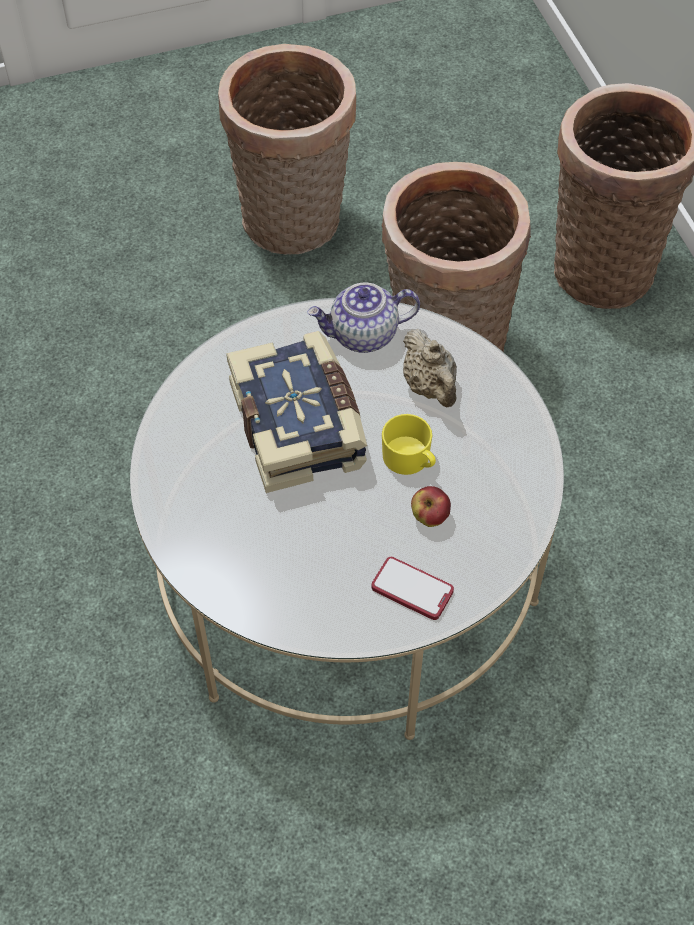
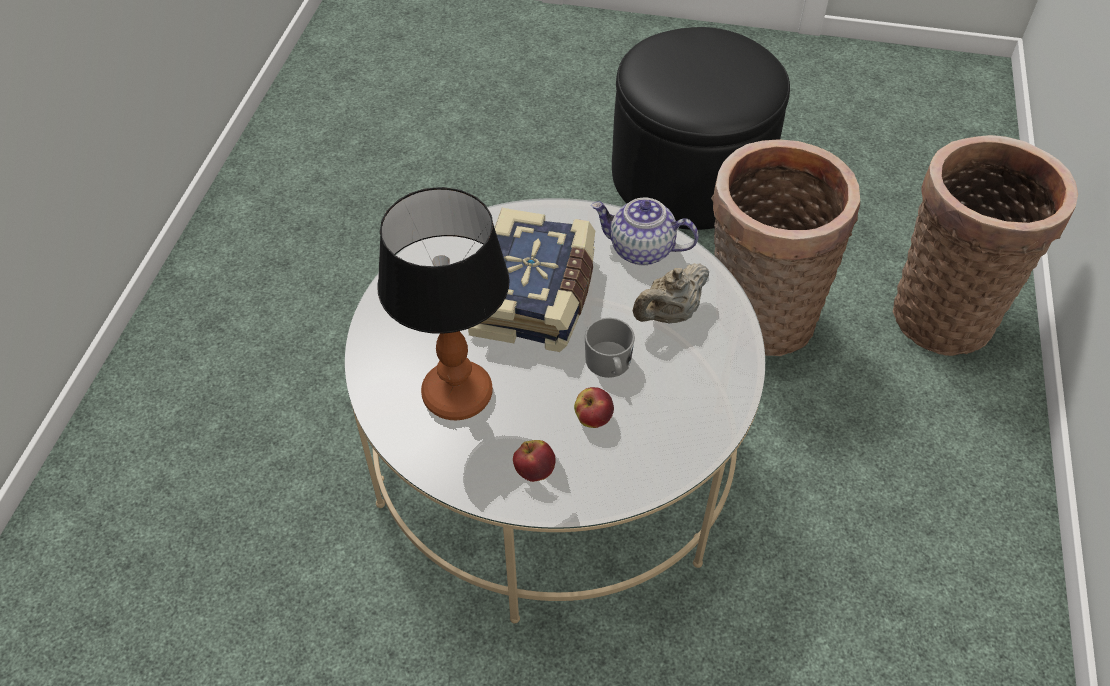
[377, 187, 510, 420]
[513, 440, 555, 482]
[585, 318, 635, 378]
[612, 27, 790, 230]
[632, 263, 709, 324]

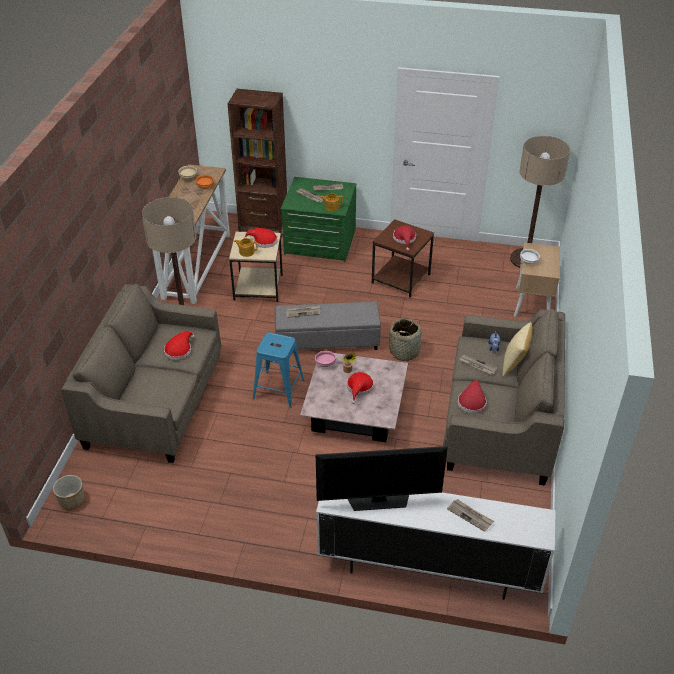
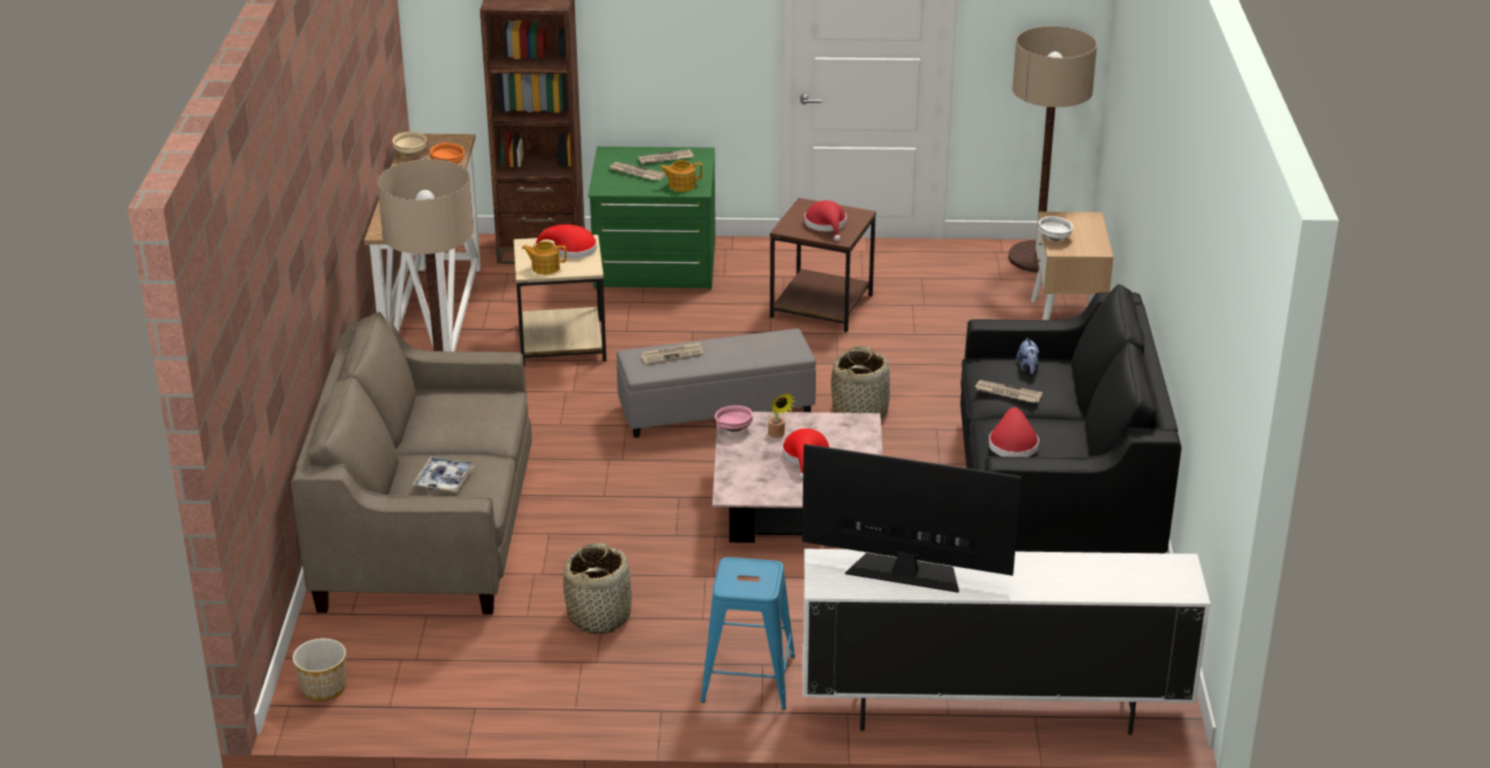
[413, 457, 476, 492]
[563, 543, 632, 634]
[700, 557, 795, 710]
[802, 444, 1021, 593]
[960, 284, 1182, 553]
[164, 331, 195, 360] (first image)
[447, 499, 494, 532] (first image)
[502, 322, 532, 377] (first image)

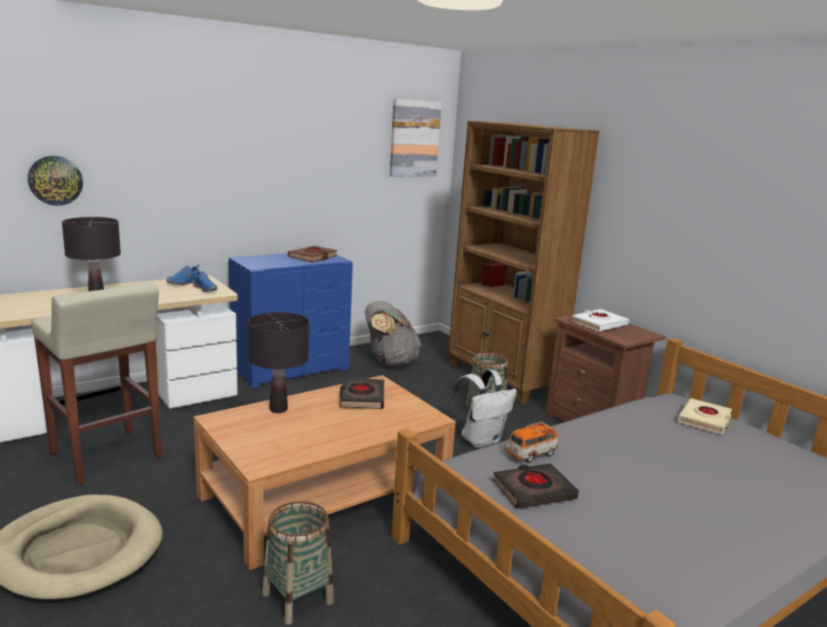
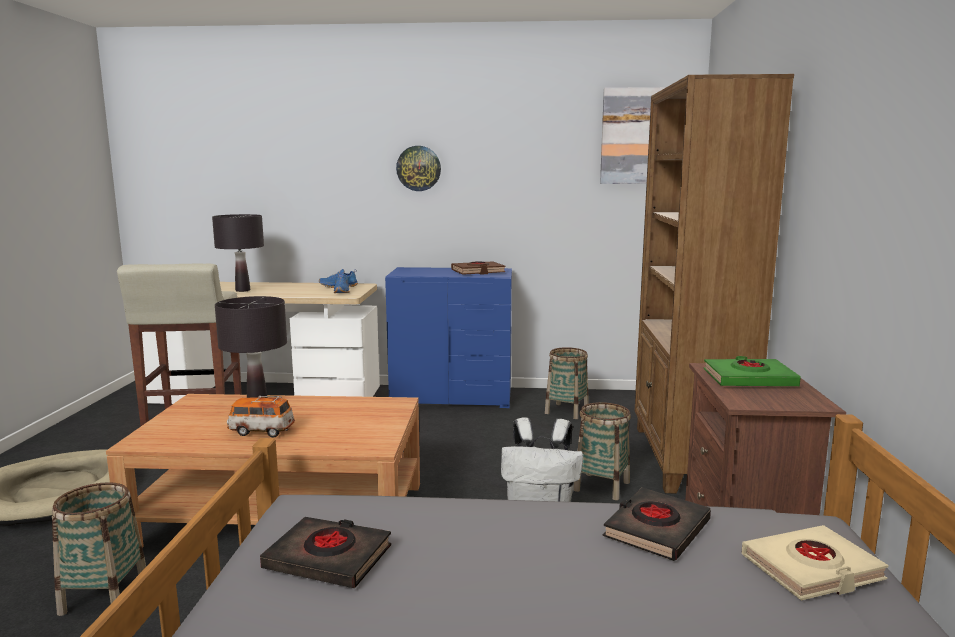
[227, 396, 295, 438]
[396, 146, 441, 191]
[545, 347, 589, 419]
[603, 487, 711, 561]
[704, 356, 801, 386]

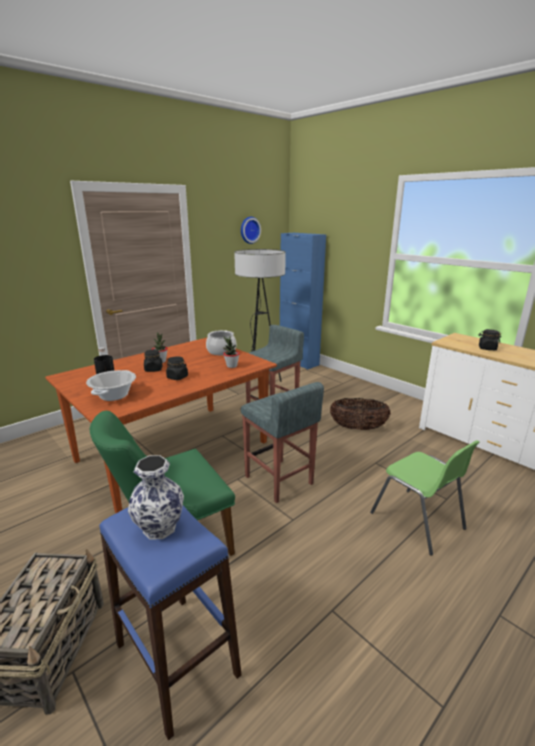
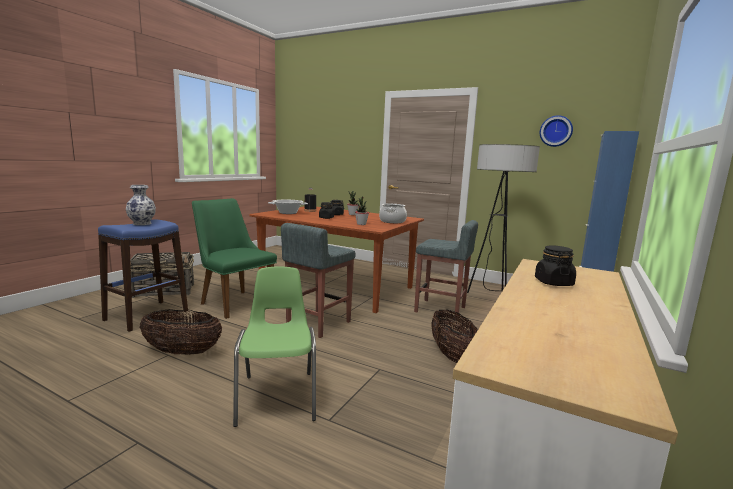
[140, 309, 222, 355]
[233, 267, 316, 427]

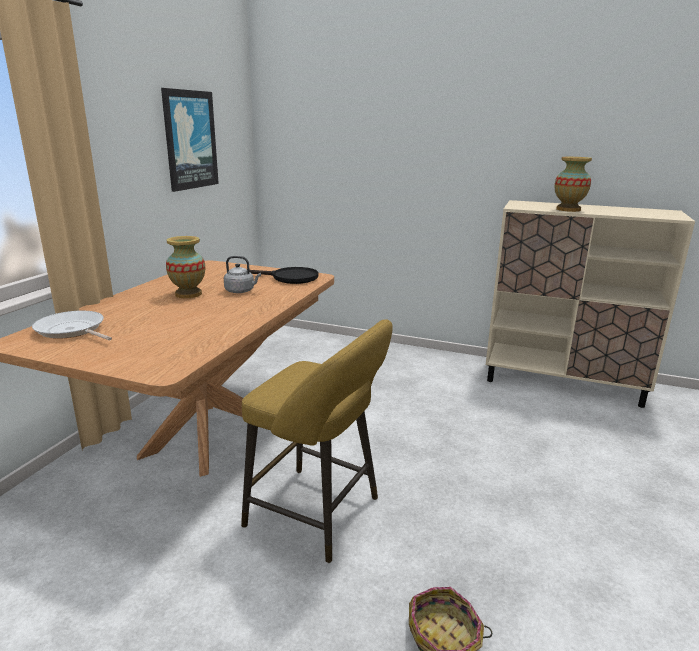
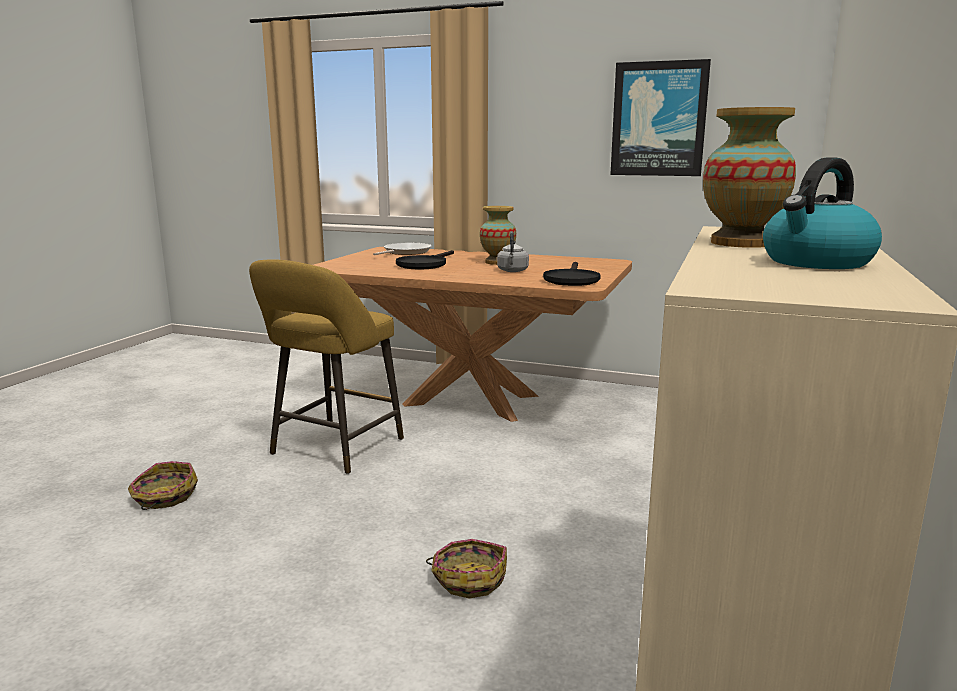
[396, 250, 454, 269]
[426, 539, 507, 598]
[763, 157, 882, 269]

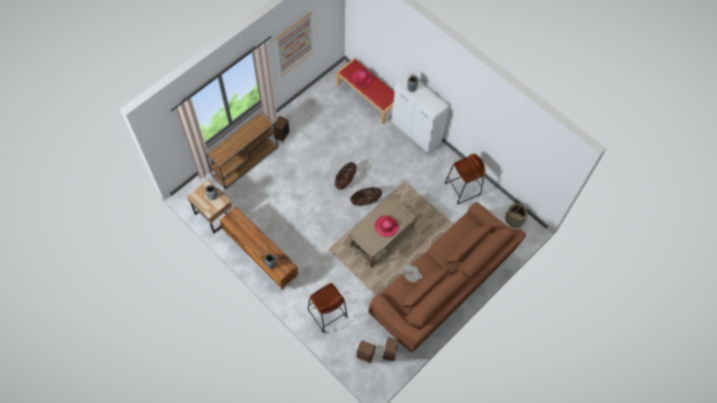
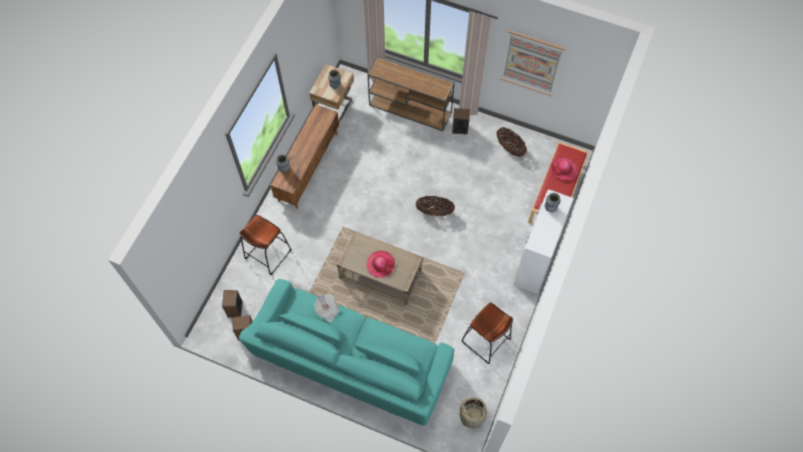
[239, 279, 455, 426]
[496, 127, 527, 157]

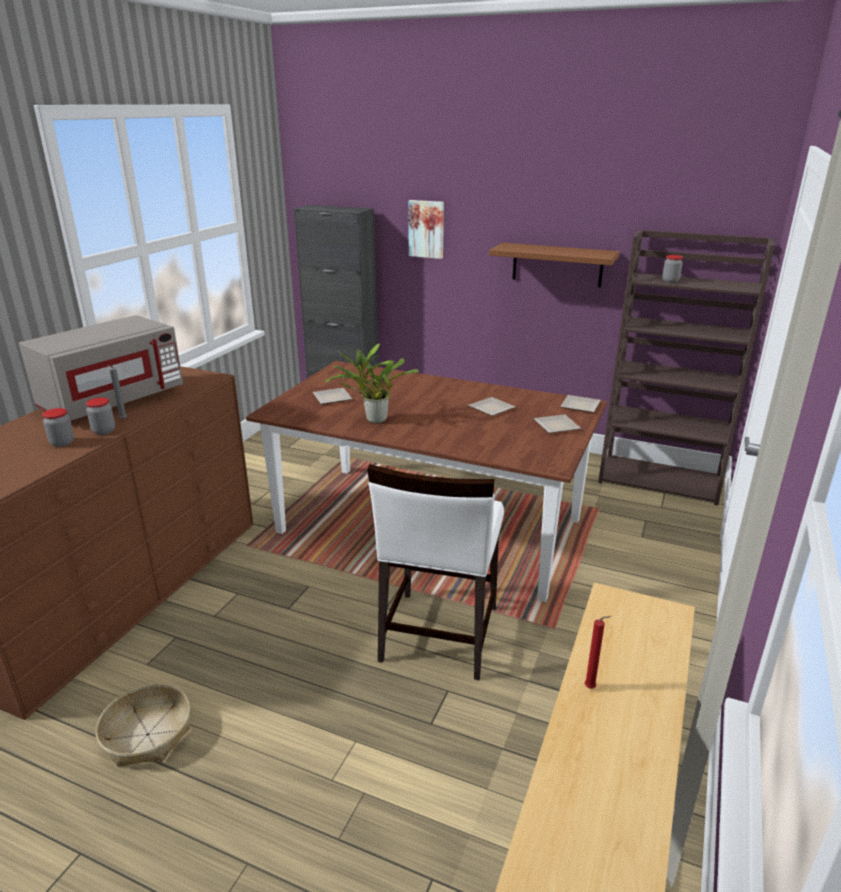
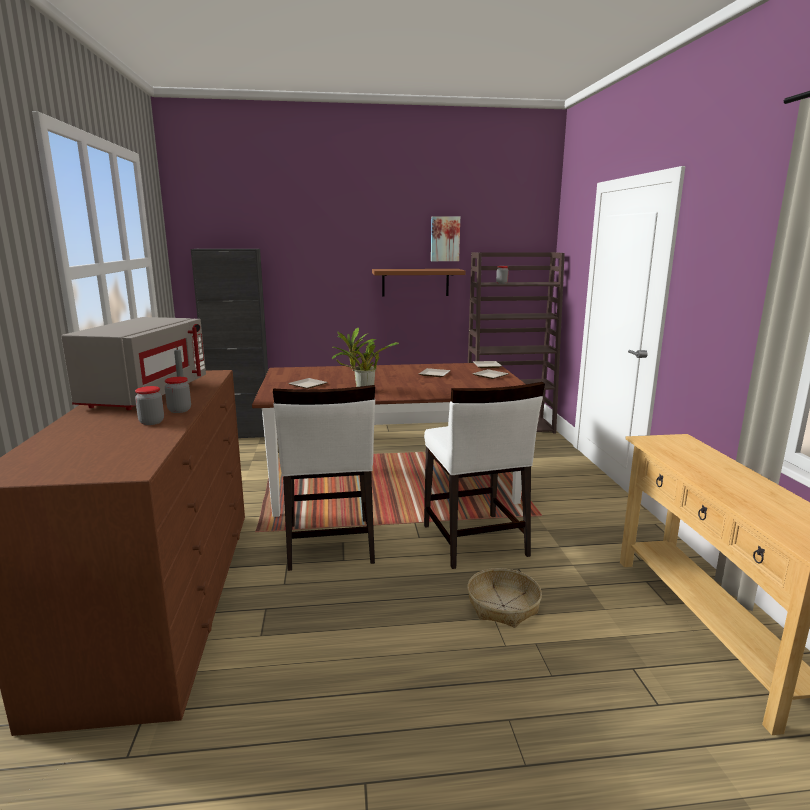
[273, 385, 375, 571]
[431, 216, 460, 261]
[467, 568, 542, 628]
[585, 616, 611, 688] (first image)

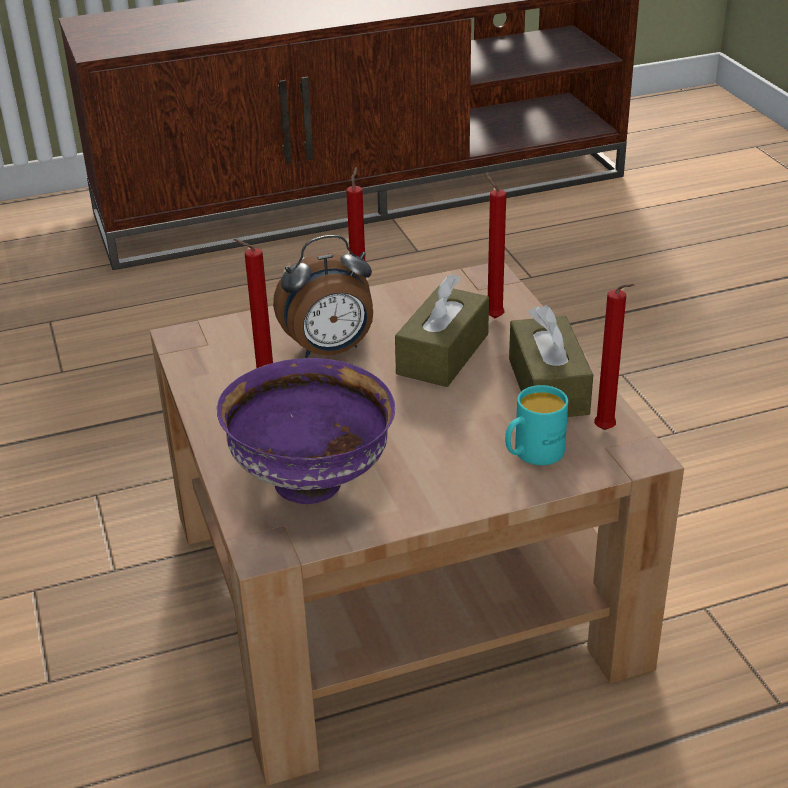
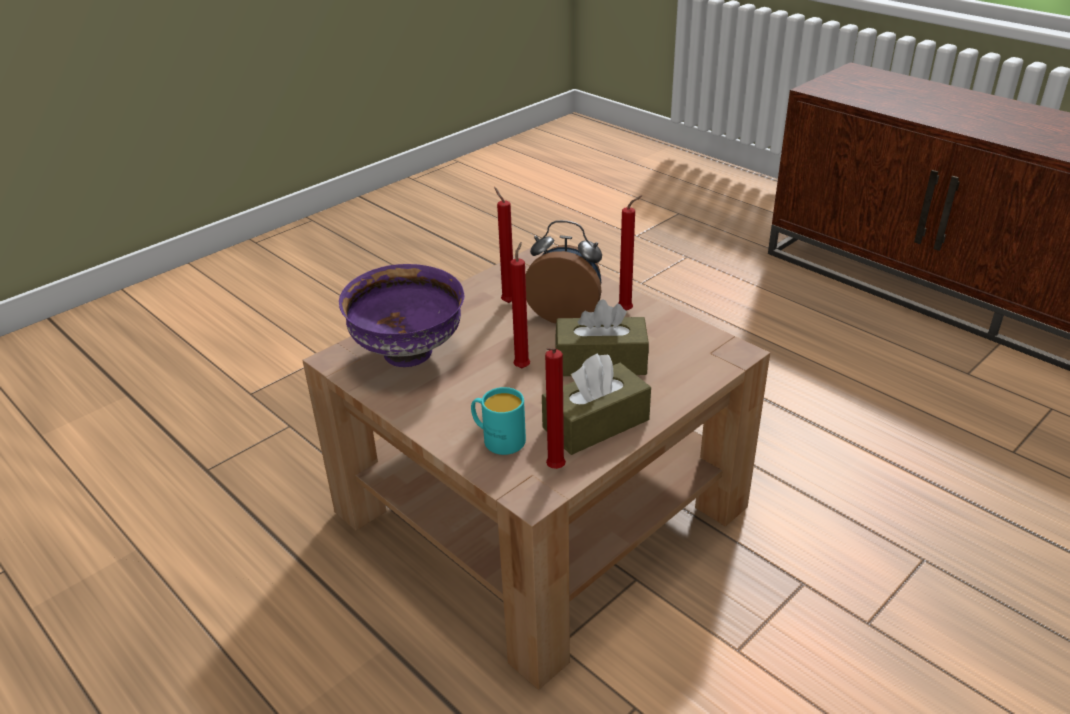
[510, 242, 530, 368]
[525, 220, 602, 323]

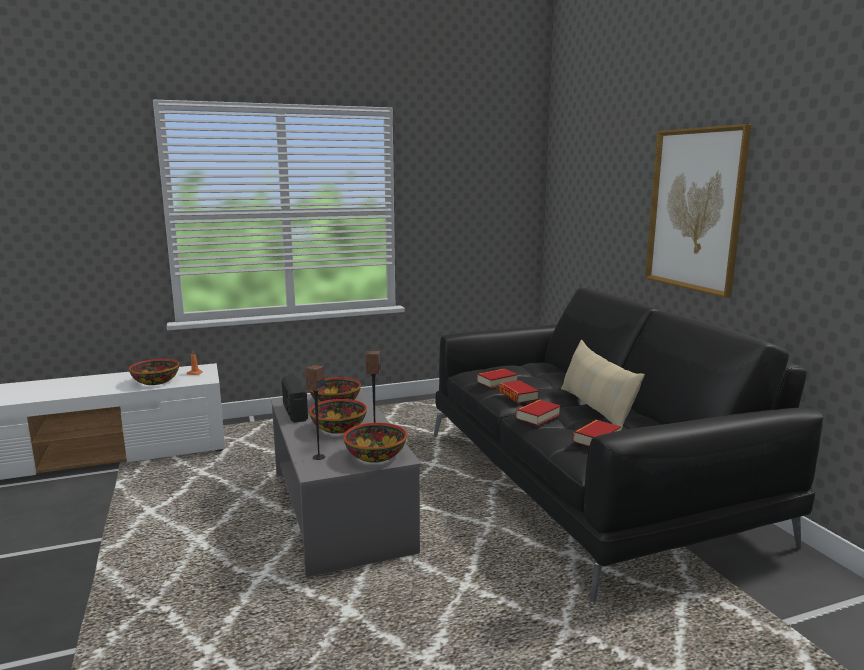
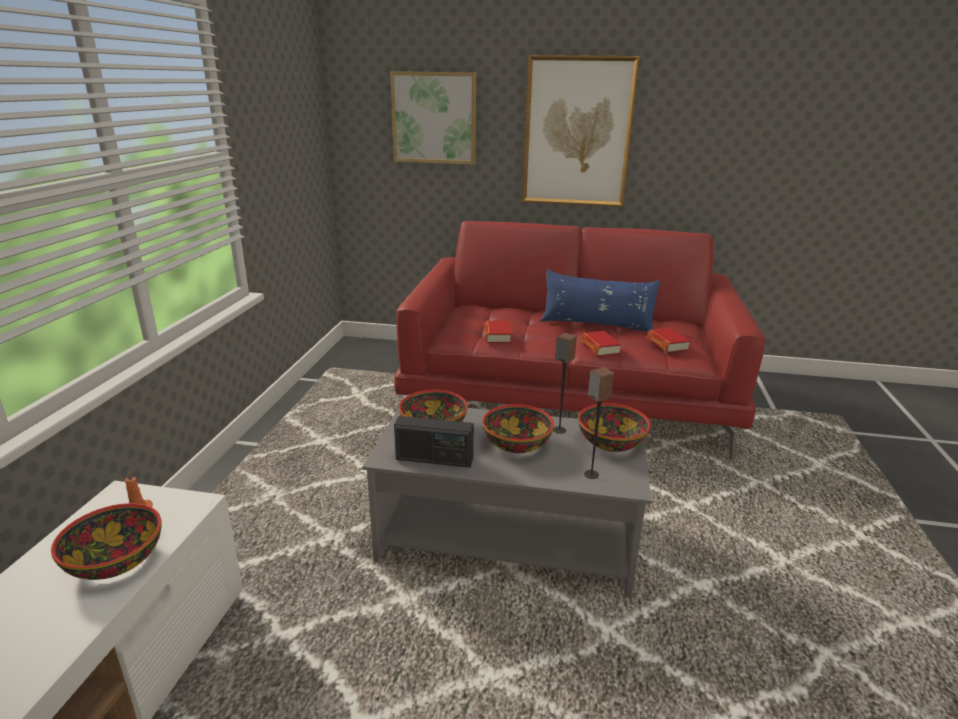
[390, 71, 476, 164]
[394, 221, 766, 461]
[541, 269, 660, 332]
[498, 380, 539, 403] (first image)

